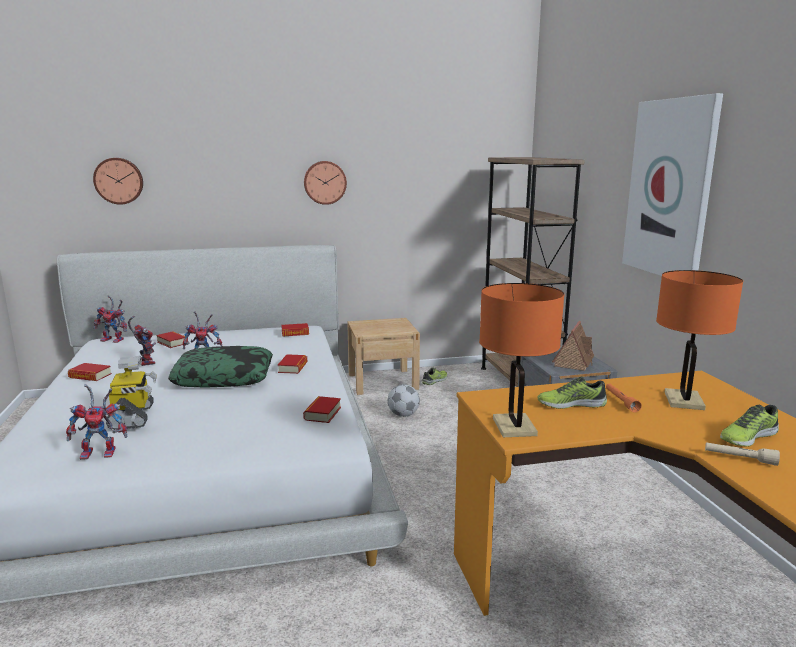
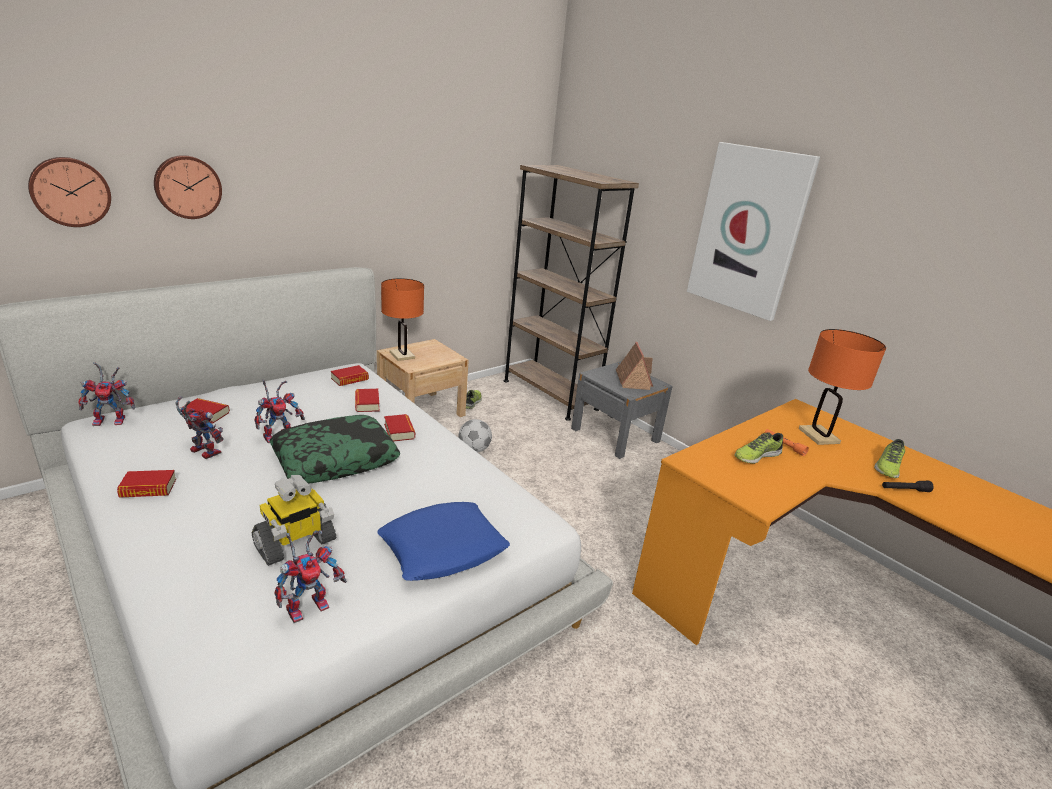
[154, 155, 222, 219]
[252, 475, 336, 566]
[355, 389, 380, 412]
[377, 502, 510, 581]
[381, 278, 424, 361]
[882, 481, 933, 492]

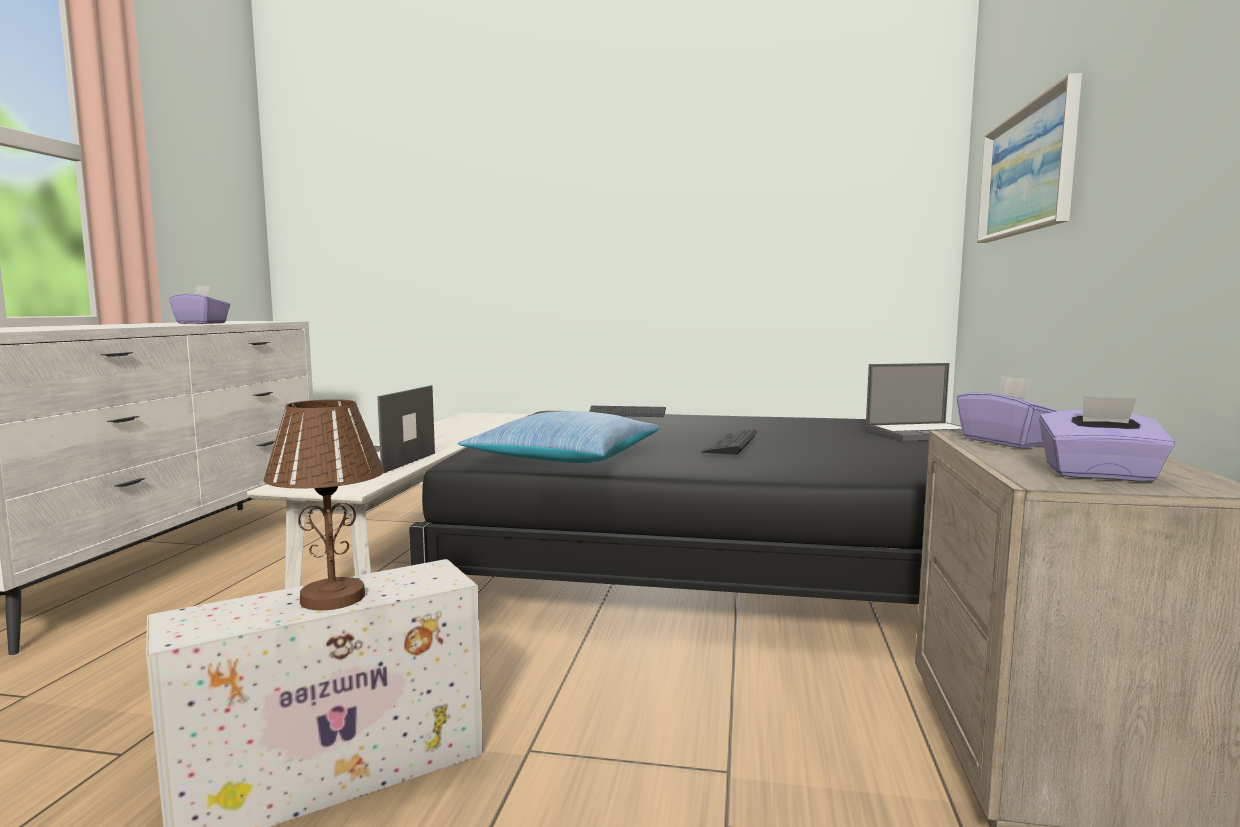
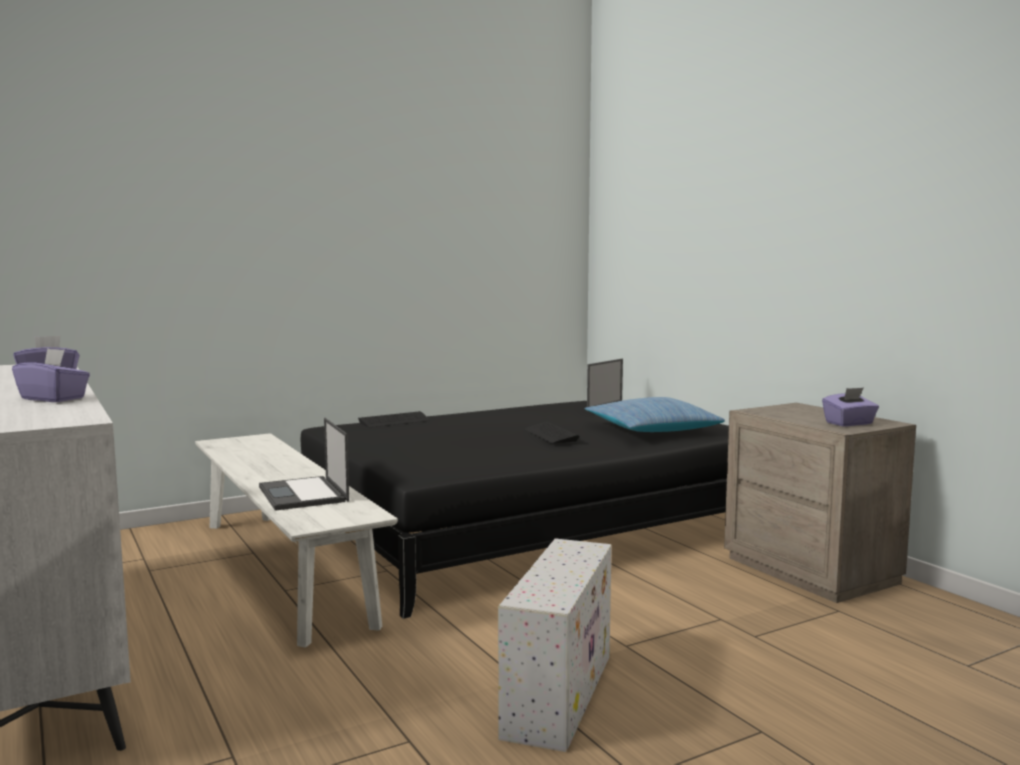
[12, 349, 90, 402]
[585, 397, 725, 432]
[264, 399, 384, 611] (first image)
[977, 73, 1082, 243] (first image)

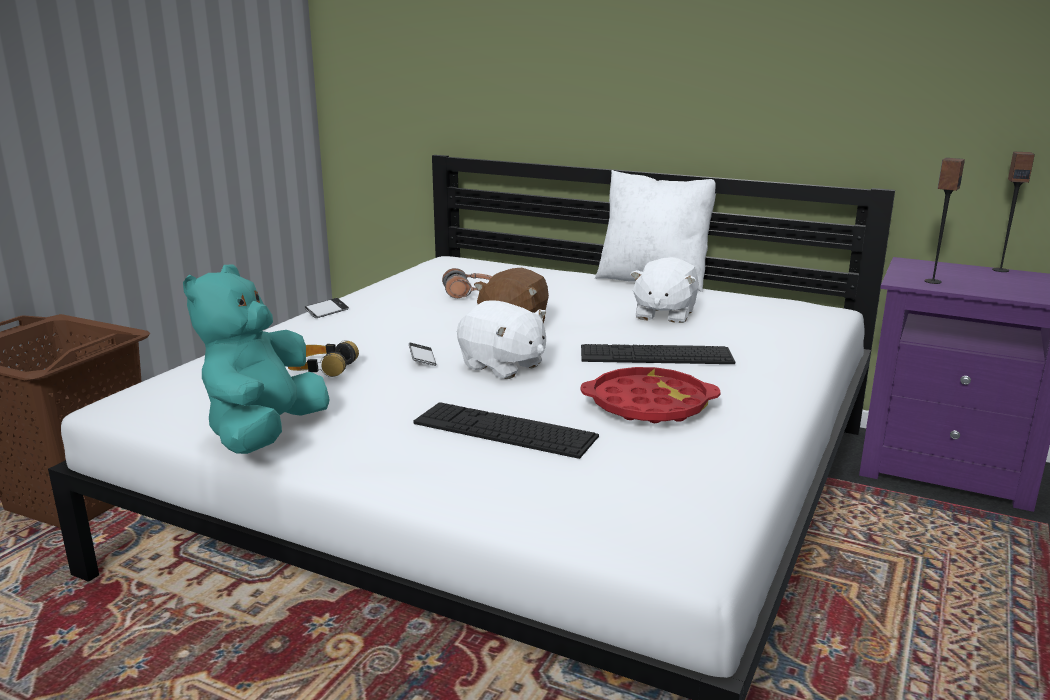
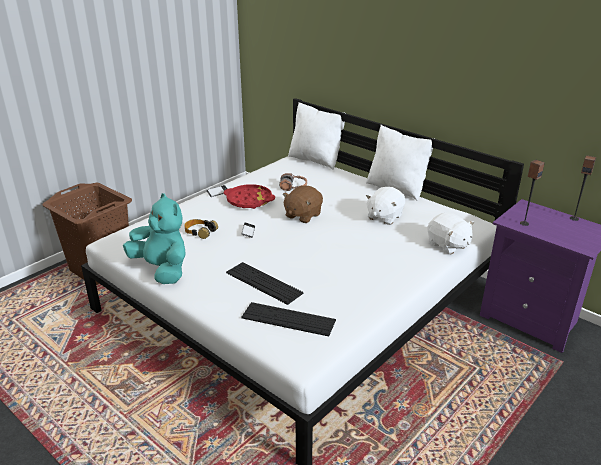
[123, 193, 185, 284]
[224, 184, 275, 209]
[242, 302, 336, 337]
[288, 102, 345, 170]
[427, 213, 474, 254]

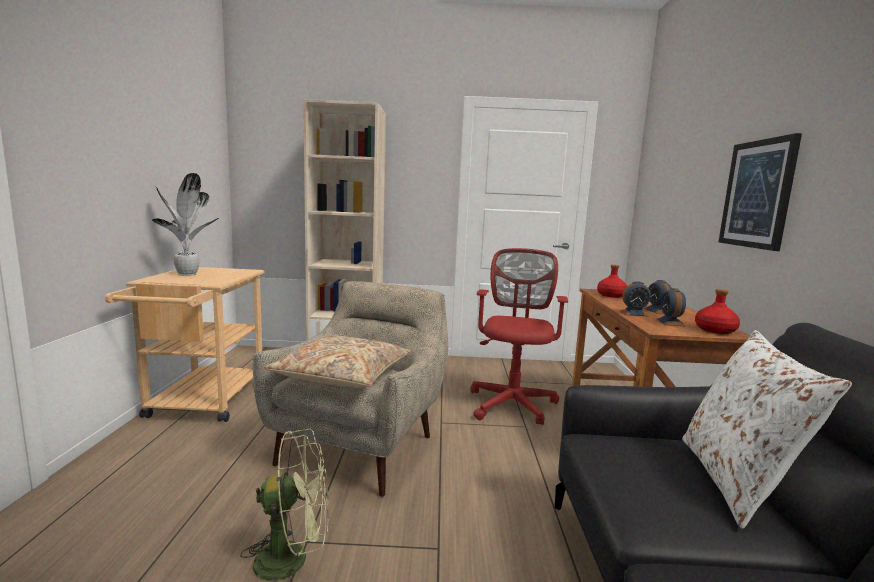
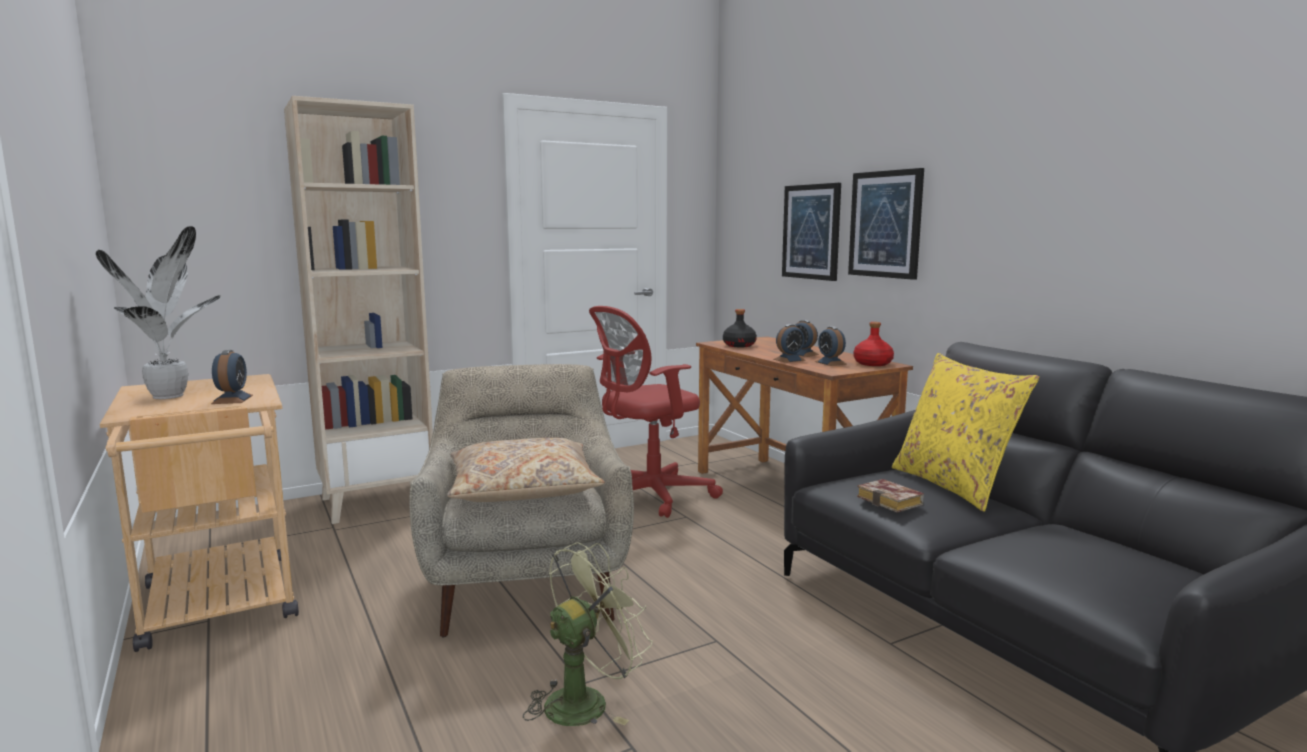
[211, 350, 253, 404]
[589, 306, 723, 518]
[723, 309, 757, 347]
[782, 183, 841, 281]
[857, 479, 924, 513]
[892, 353, 1039, 512]

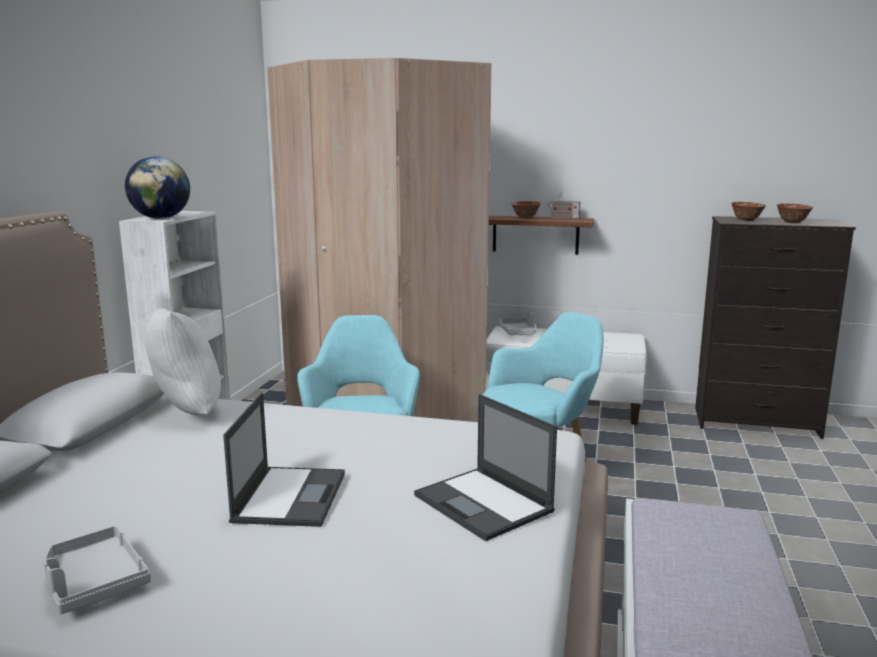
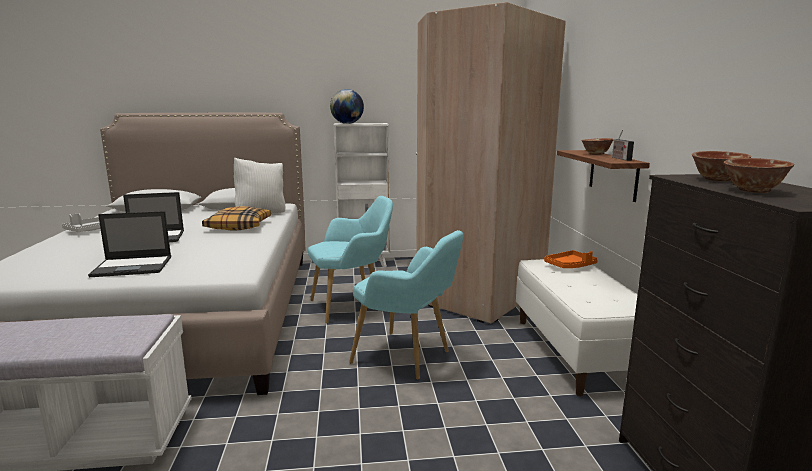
[88, 211, 171, 277]
[202, 206, 271, 231]
[544, 250, 598, 268]

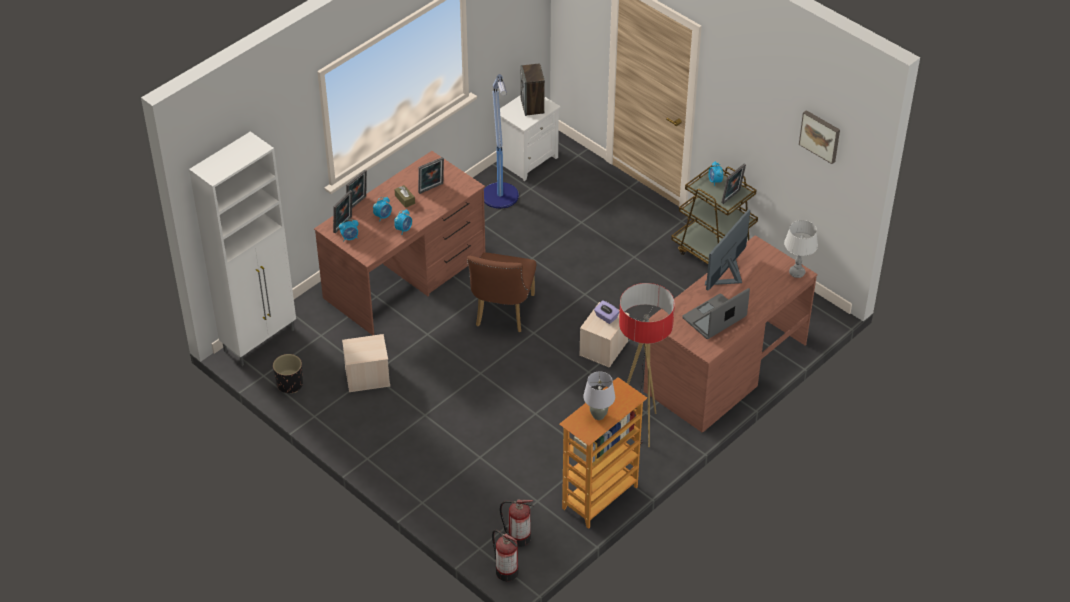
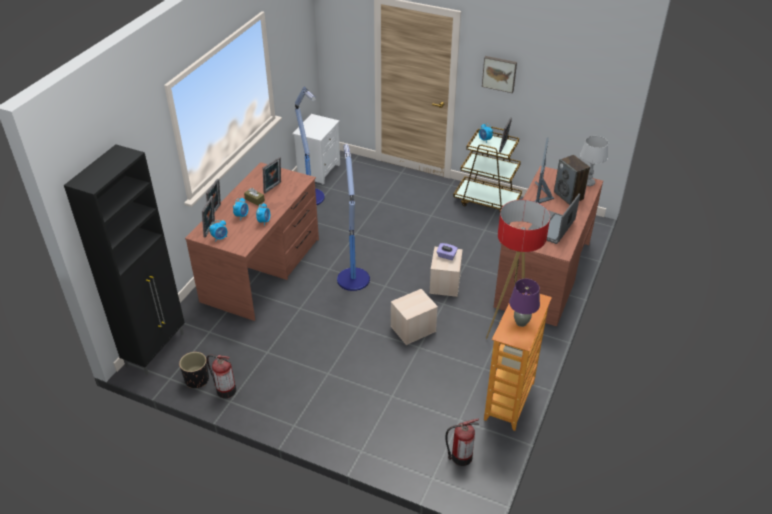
[64, 145, 185, 375]
[207, 355, 236, 398]
[337, 144, 370, 291]
[391, 289, 438, 345]
[482, 56, 517, 93]
[509, 279, 540, 327]
[554, 155, 590, 205]

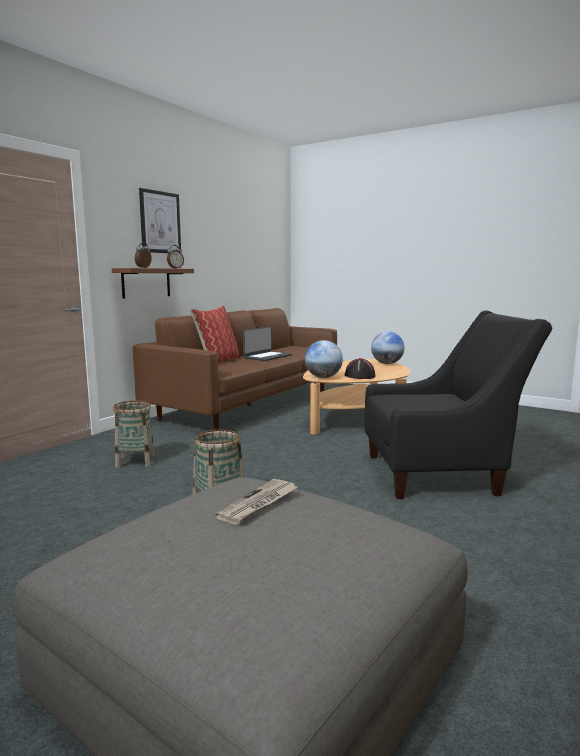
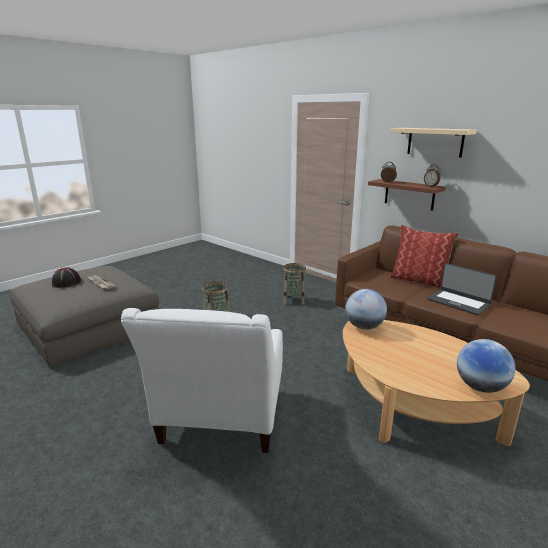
[52, 268, 81, 288]
[121, 308, 283, 453]
[390, 128, 477, 158]

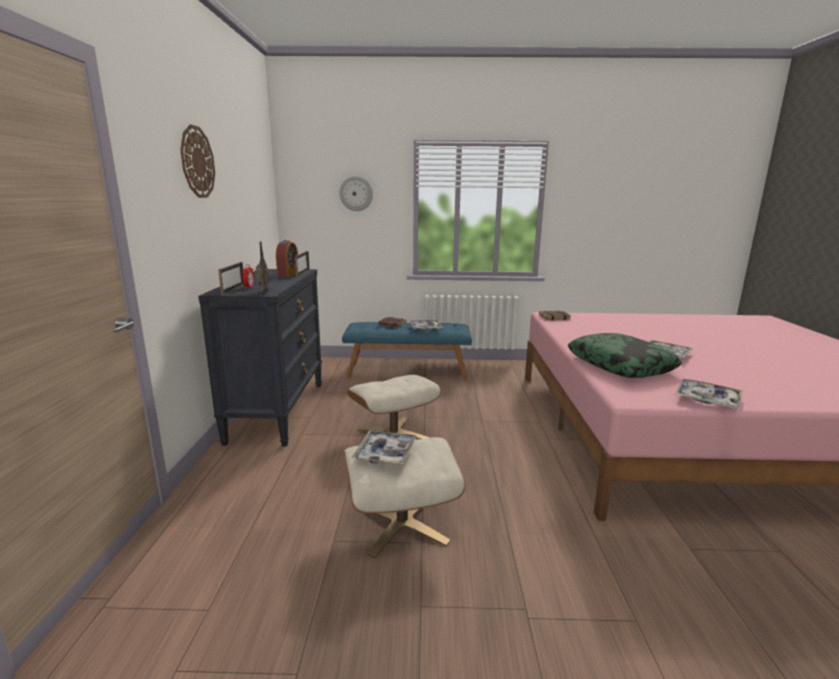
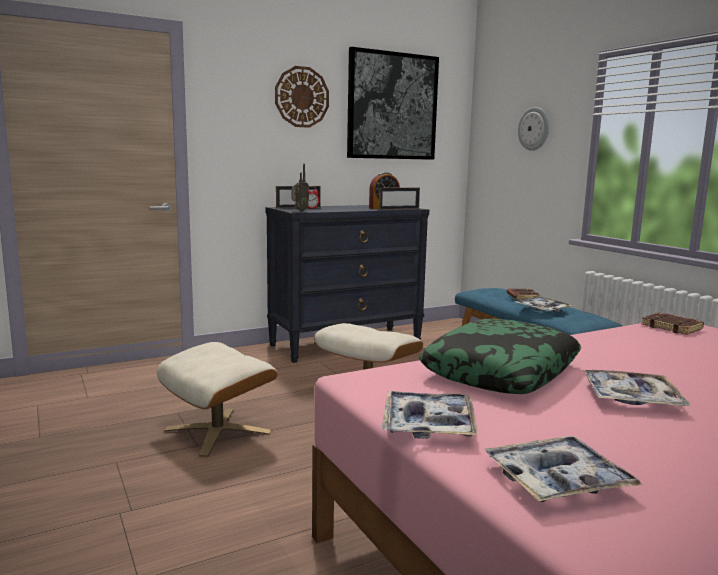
[347, 47, 439, 160]
[484, 436, 643, 502]

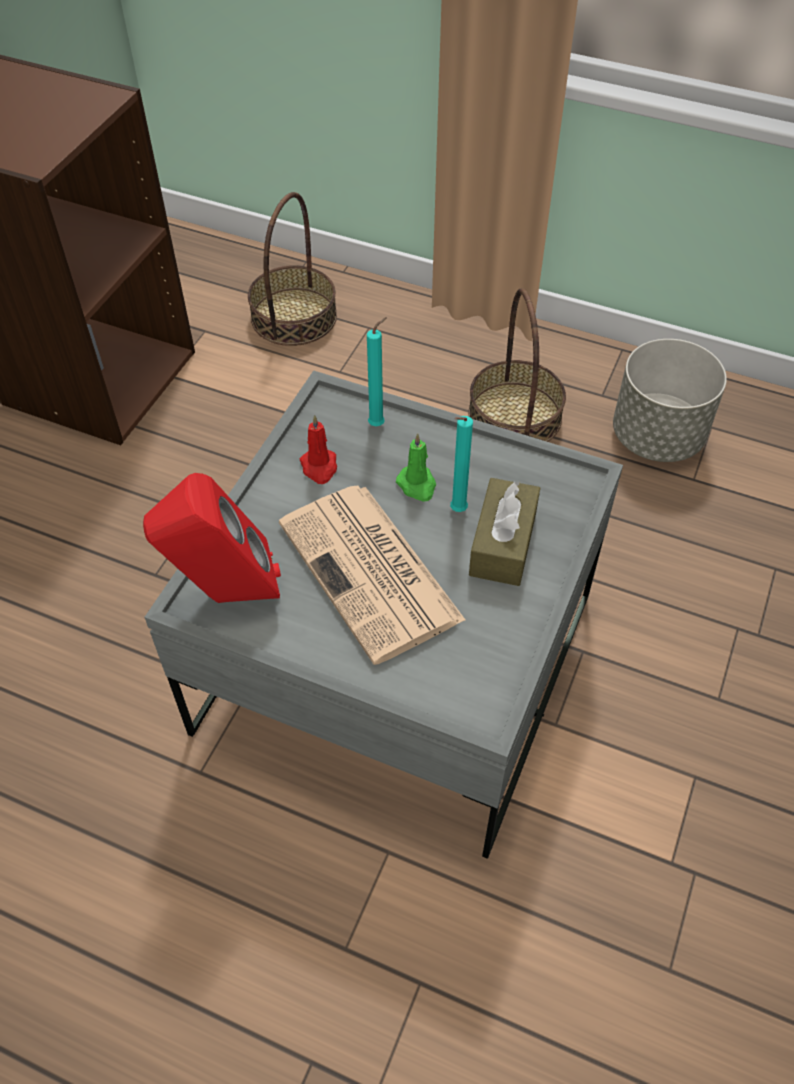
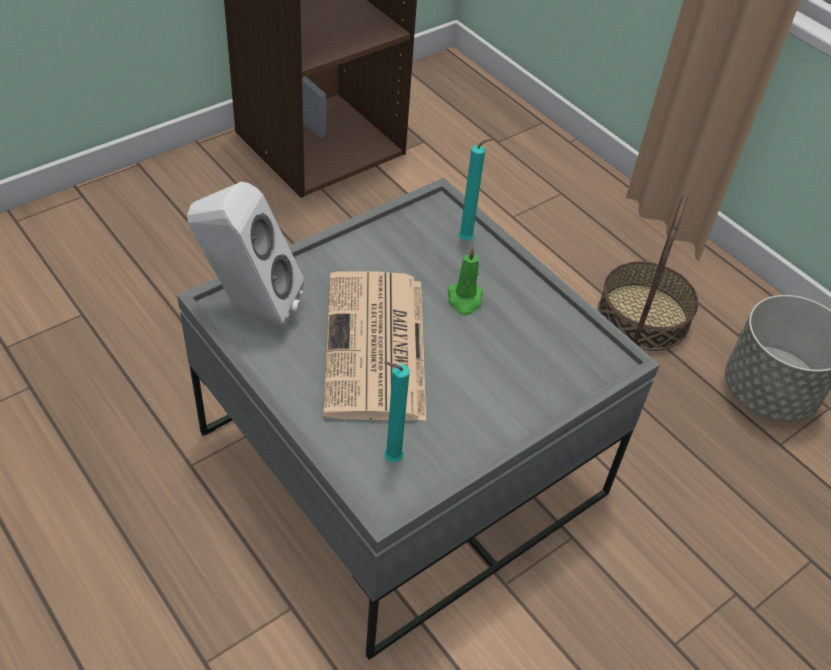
[187, 182, 304, 328]
[384, 362, 410, 462]
[248, 192, 337, 346] (first image)
[300, 415, 337, 484] (first image)
[469, 478, 540, 586] (first image)

